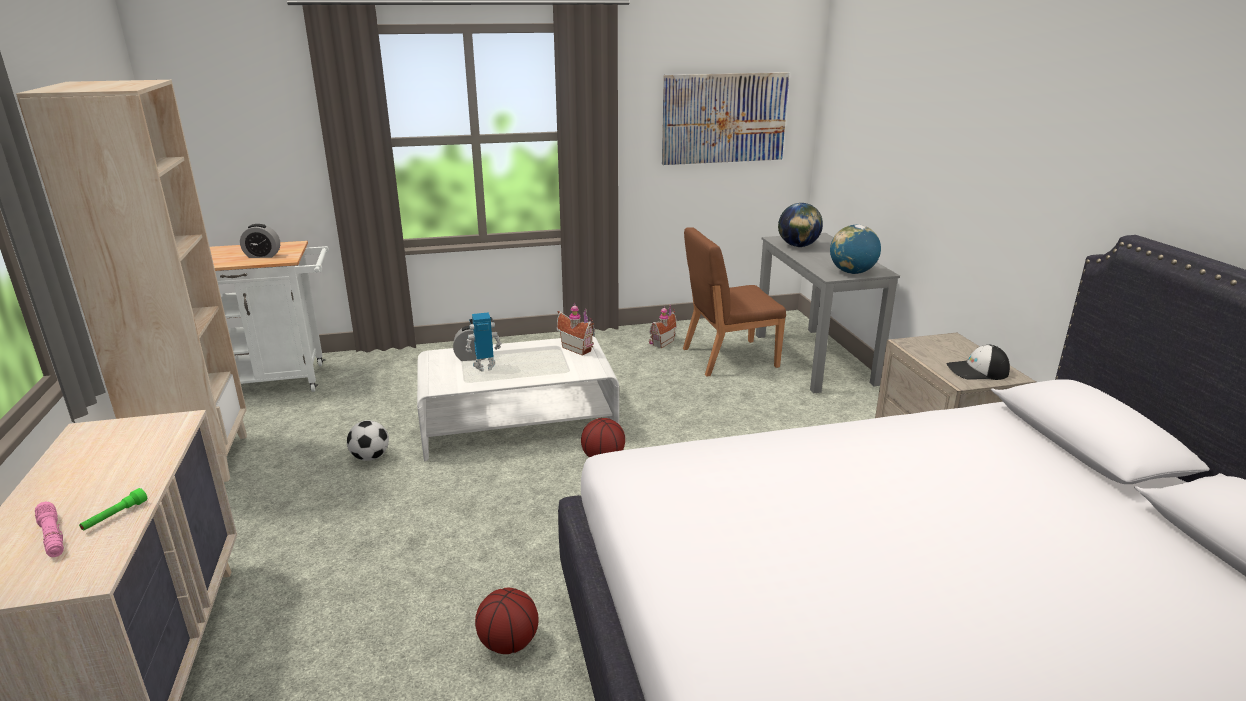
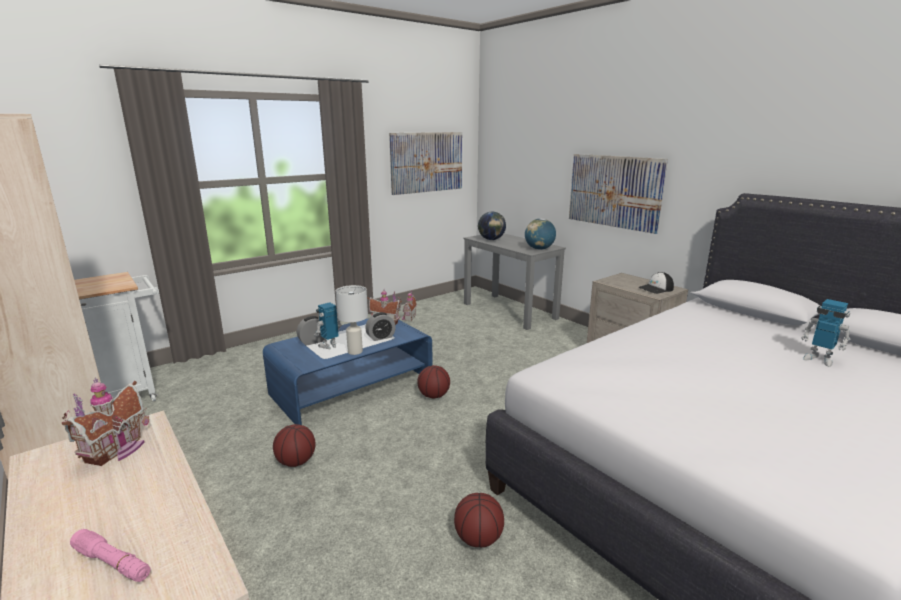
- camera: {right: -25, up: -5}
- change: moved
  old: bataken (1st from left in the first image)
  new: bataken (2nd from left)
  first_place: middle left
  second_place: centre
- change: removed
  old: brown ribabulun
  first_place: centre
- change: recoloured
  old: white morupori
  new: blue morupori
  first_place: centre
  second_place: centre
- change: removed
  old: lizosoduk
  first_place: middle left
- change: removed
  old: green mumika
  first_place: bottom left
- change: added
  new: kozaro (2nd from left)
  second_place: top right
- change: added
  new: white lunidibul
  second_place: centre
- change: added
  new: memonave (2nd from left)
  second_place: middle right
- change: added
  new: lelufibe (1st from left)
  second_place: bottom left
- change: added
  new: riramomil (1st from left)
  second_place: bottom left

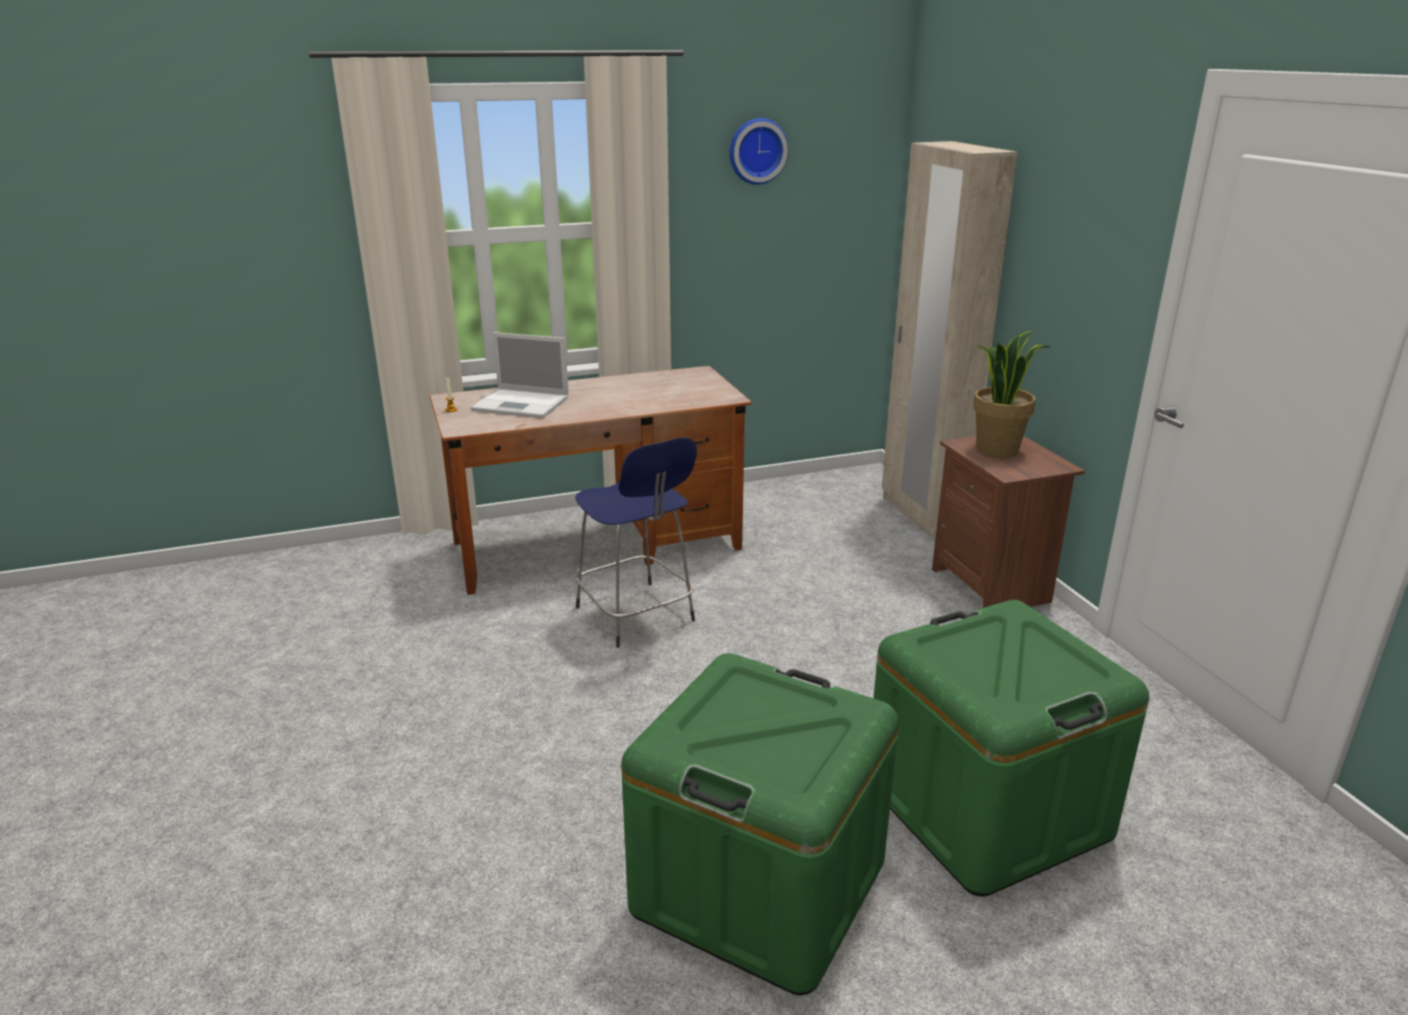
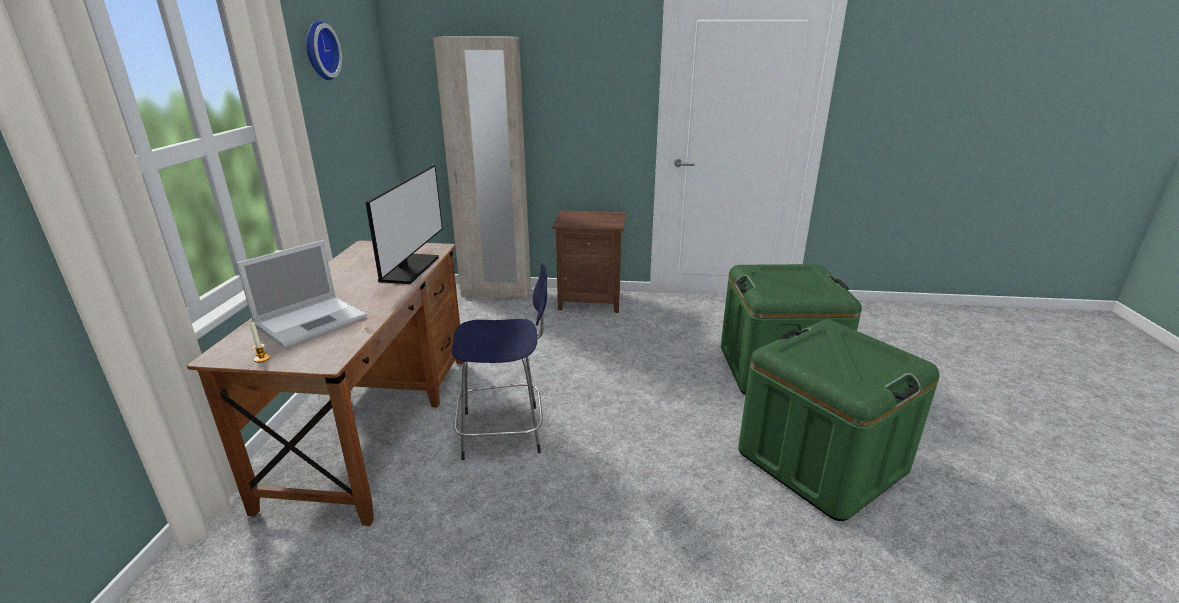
- camera: {right: -65, up: 0}
- change: removed
  old: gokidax
  first_place: middle right
- change: added
  new: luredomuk
  second_place: centre

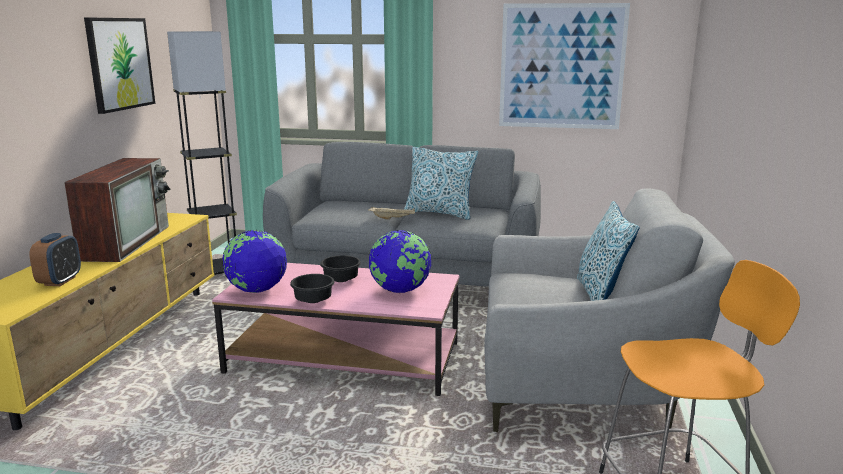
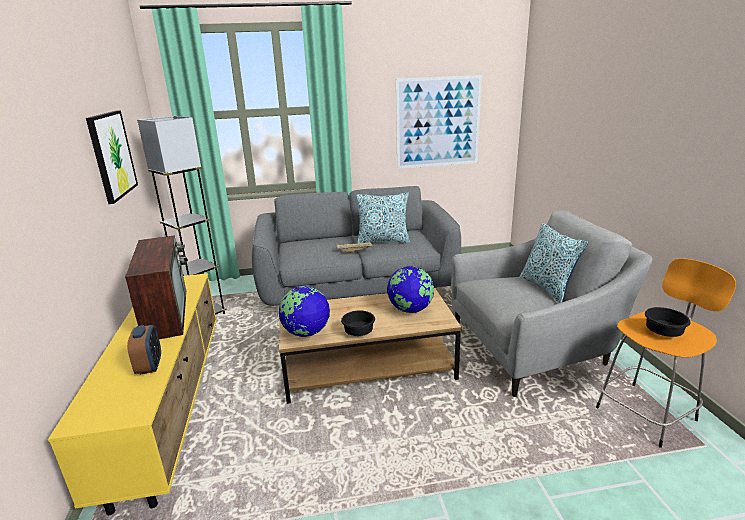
- camera: {right: -20, up: 5}
- change: moved
  old: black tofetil (2nd from left)
  first_place: centre
  second_place: middle right
- change: recoloured
  old: pink morupori
  new: brown morupori
  first_place: bottom centre
  second_place: centre

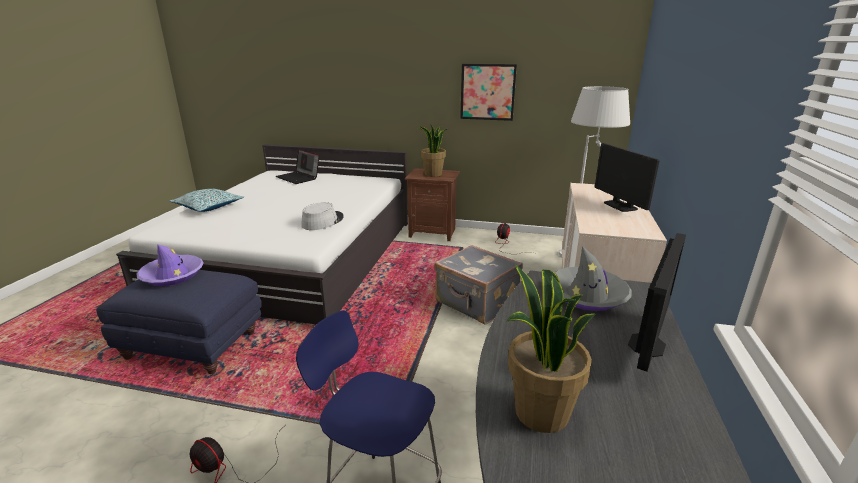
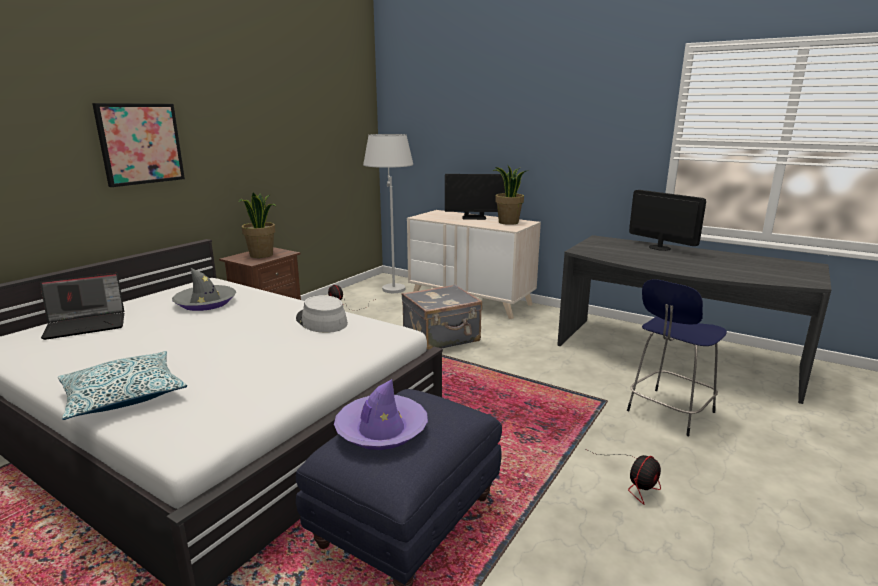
- camera: {right: -70, up: -5}
- change: moved
  old: kozaro
  first_place: top centre
  second_place: top left
- change: moved
  old: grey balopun (2nd from left in the first image)
  new: grey balopun (1st from left)
  first_place: middle right
  second_place: middle left
- change: moved
  old: gokidax (2nd from left)
  first_place: bottom centre
  second_place: top centre

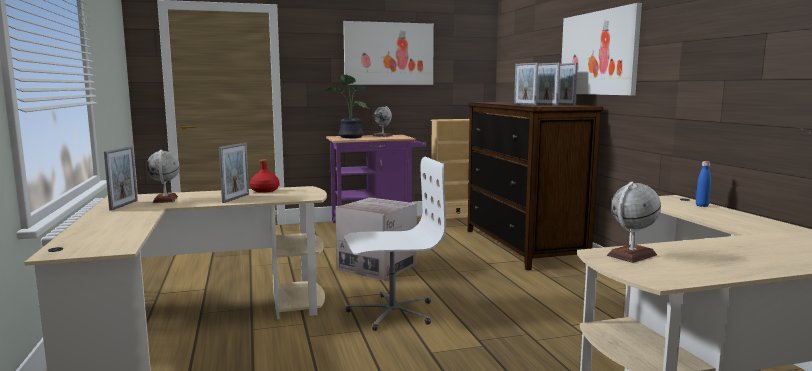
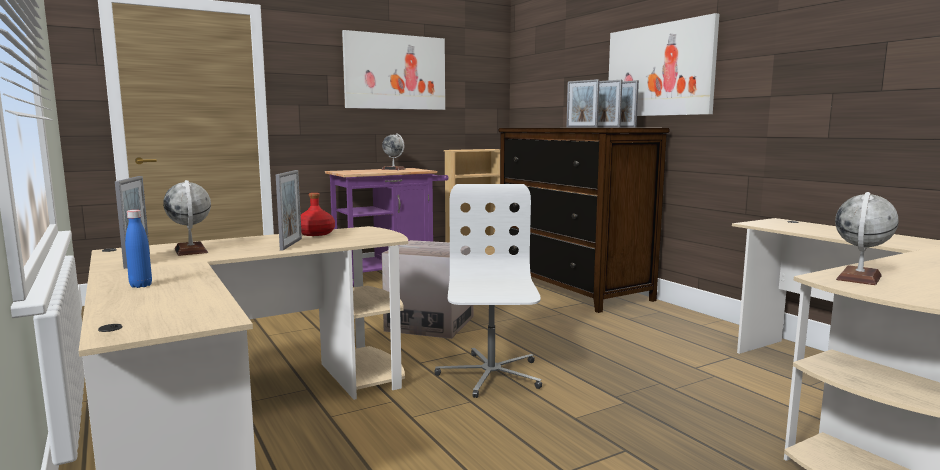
- camera: {right: -15, up: 0}
- change: removed
  old: gokidax
  first_place: top centre
- change: turned
  old: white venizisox
  first_place: centre
  second_place: centre
  degrees: -60
- change: moved
  old: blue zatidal
  first_place: middle right
  second_place: middle left

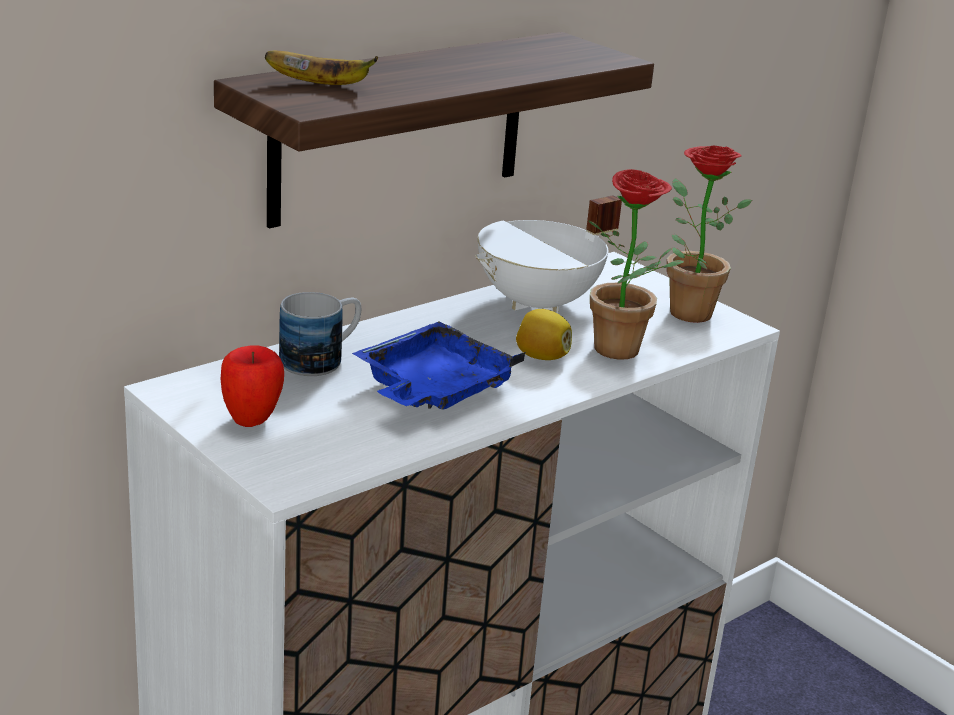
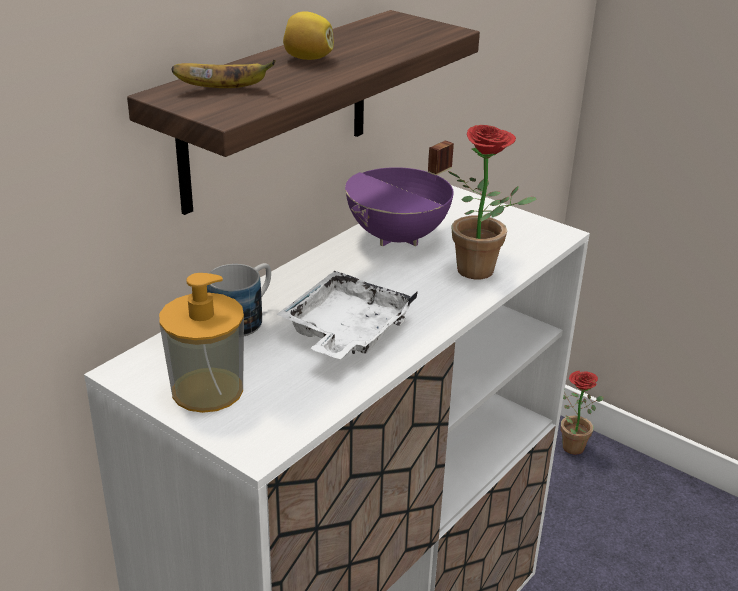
- camera: {right: -10, up: 5}
- change: moved
  old: gokidax (2nd from left)
  first_place: top right
  second_place: bottom right
- change: recoloured
  old: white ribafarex
  new: purple ribafarex
  first_place: centre
  second_place: top centre
- change: moved
  old: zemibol
  first_place: centre
  second_place: top centre
- change: recoloured
  old: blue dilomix
  new: white dilomix
  first_place: centre
  second_place: centre
- change: replaced
  old: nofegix
  new: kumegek
  first_place: middle left
  second_place: middle left

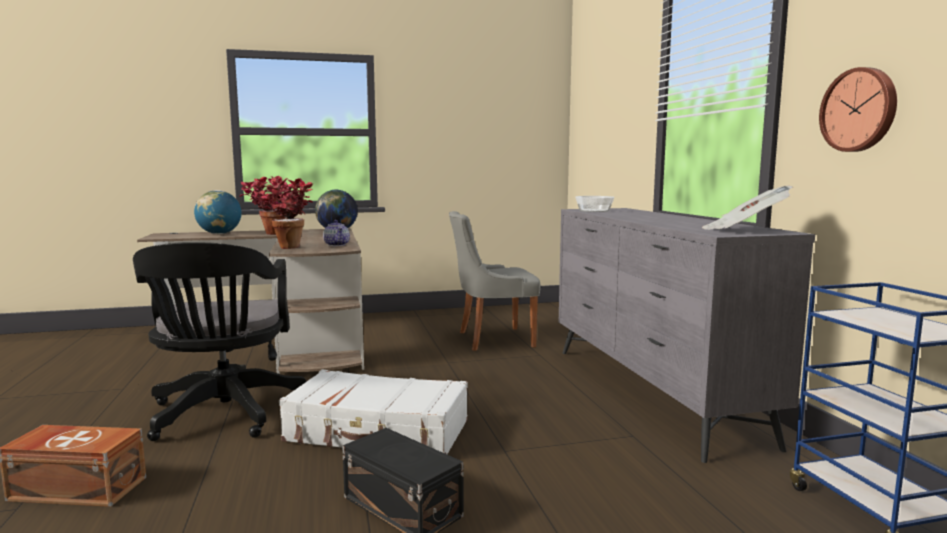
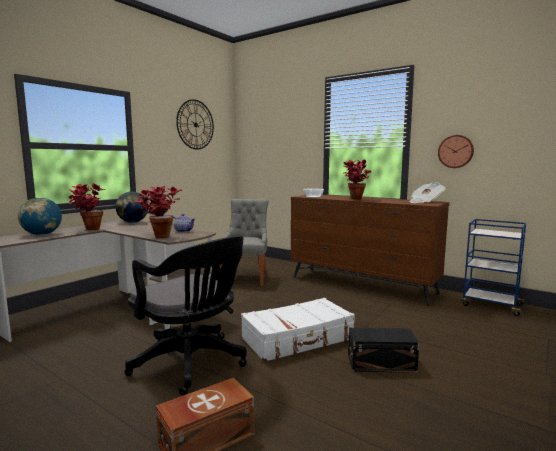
- camera: {right: -40, up: 0}
- change: recoloured
  old: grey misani
  new: brown misani
  first_place: middle right
  second_place: centre
- change: turned
  old: grey ribabulun
  first_place: centre
  second_place: centre
  degrees: 150
- change: added
  new: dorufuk (1st from left)
  second_place: top centre
- change: added
  new: gokidax (3rd from left)
  second_place: centre

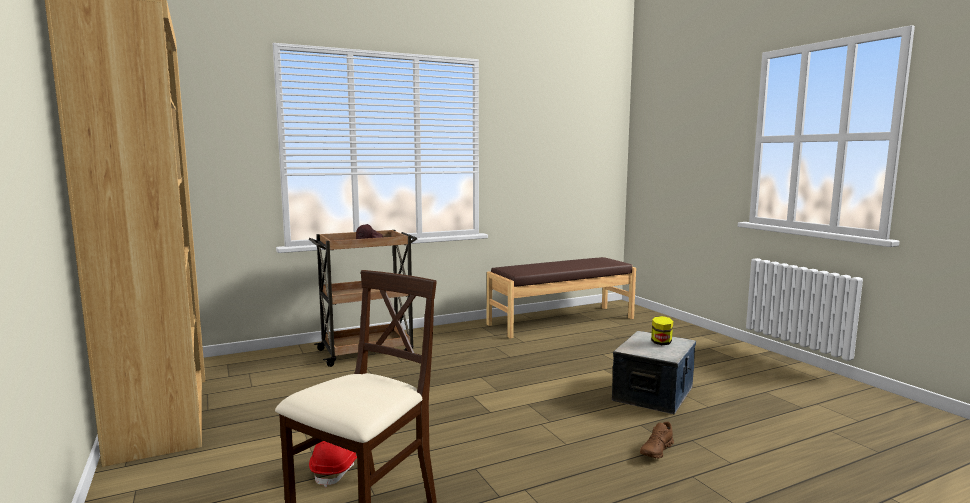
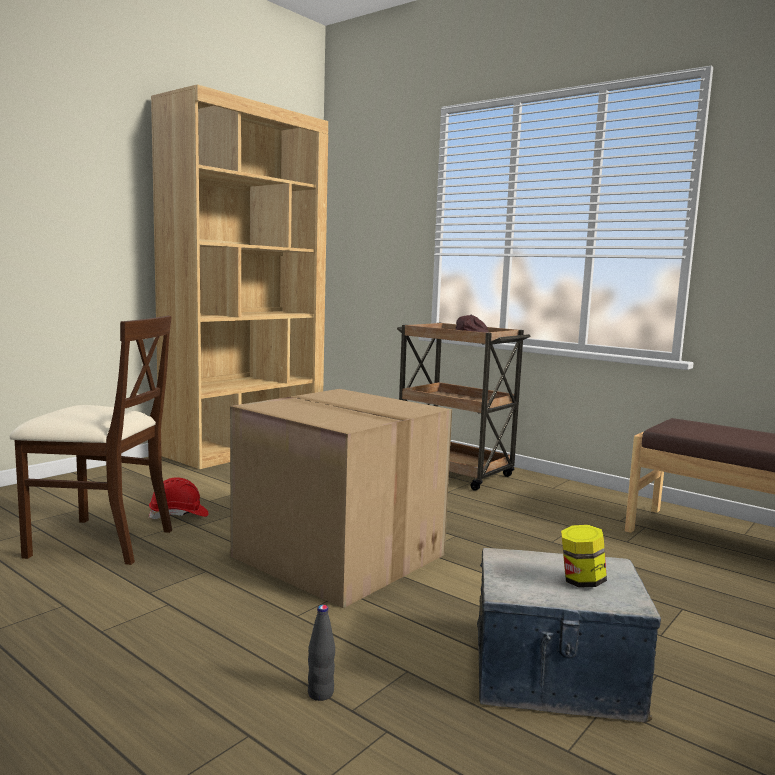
- camera: {right: 65, up: 0}
- change: replaced
  old: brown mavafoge
  new: black zatidal
  first_place: bottom right
  second_place: bottom centre
- change: added
  new: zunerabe
  second_place: centre

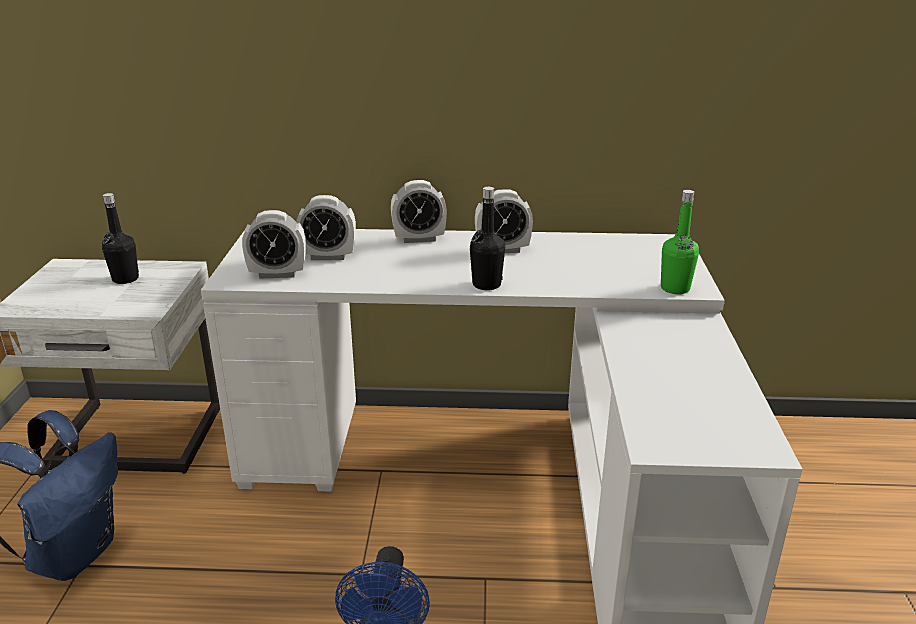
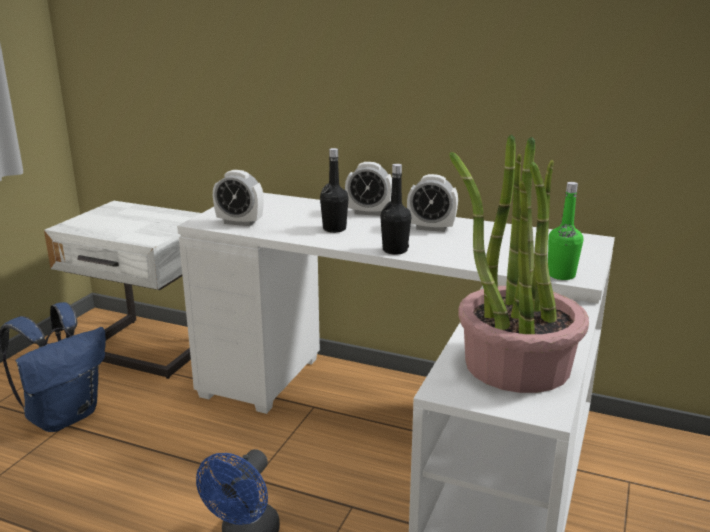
- camera: {right: 20, up: -5}
- change: moved
  old: black zatidal (1st from left)
  first_place: middle left
  second_place: centre
- change: removed
  old: bataken (2nd from left)
  first_place: centre
- change: added
  new: gokidax
  second_place: middle right

